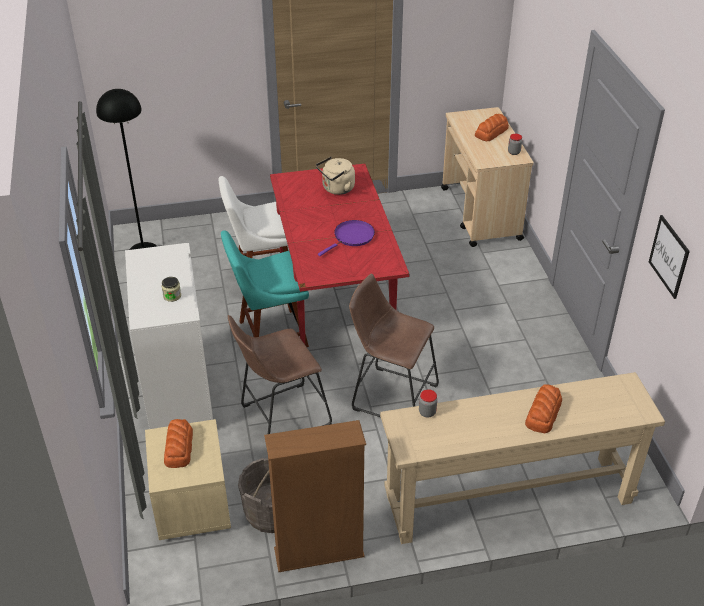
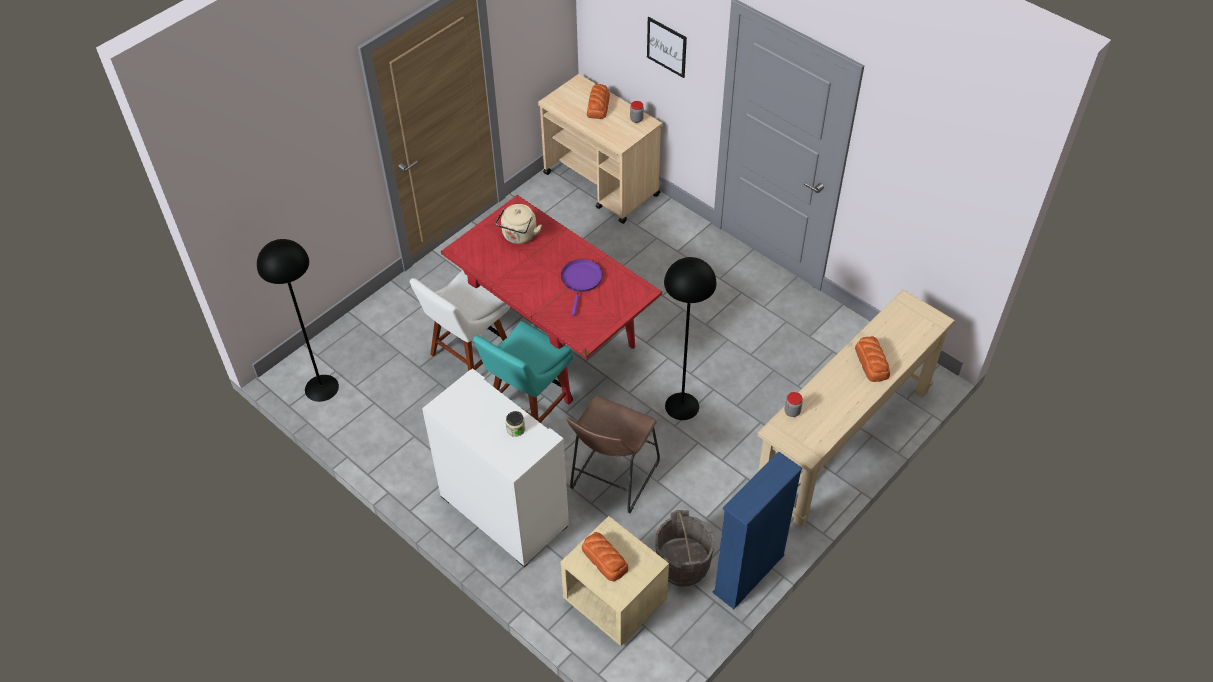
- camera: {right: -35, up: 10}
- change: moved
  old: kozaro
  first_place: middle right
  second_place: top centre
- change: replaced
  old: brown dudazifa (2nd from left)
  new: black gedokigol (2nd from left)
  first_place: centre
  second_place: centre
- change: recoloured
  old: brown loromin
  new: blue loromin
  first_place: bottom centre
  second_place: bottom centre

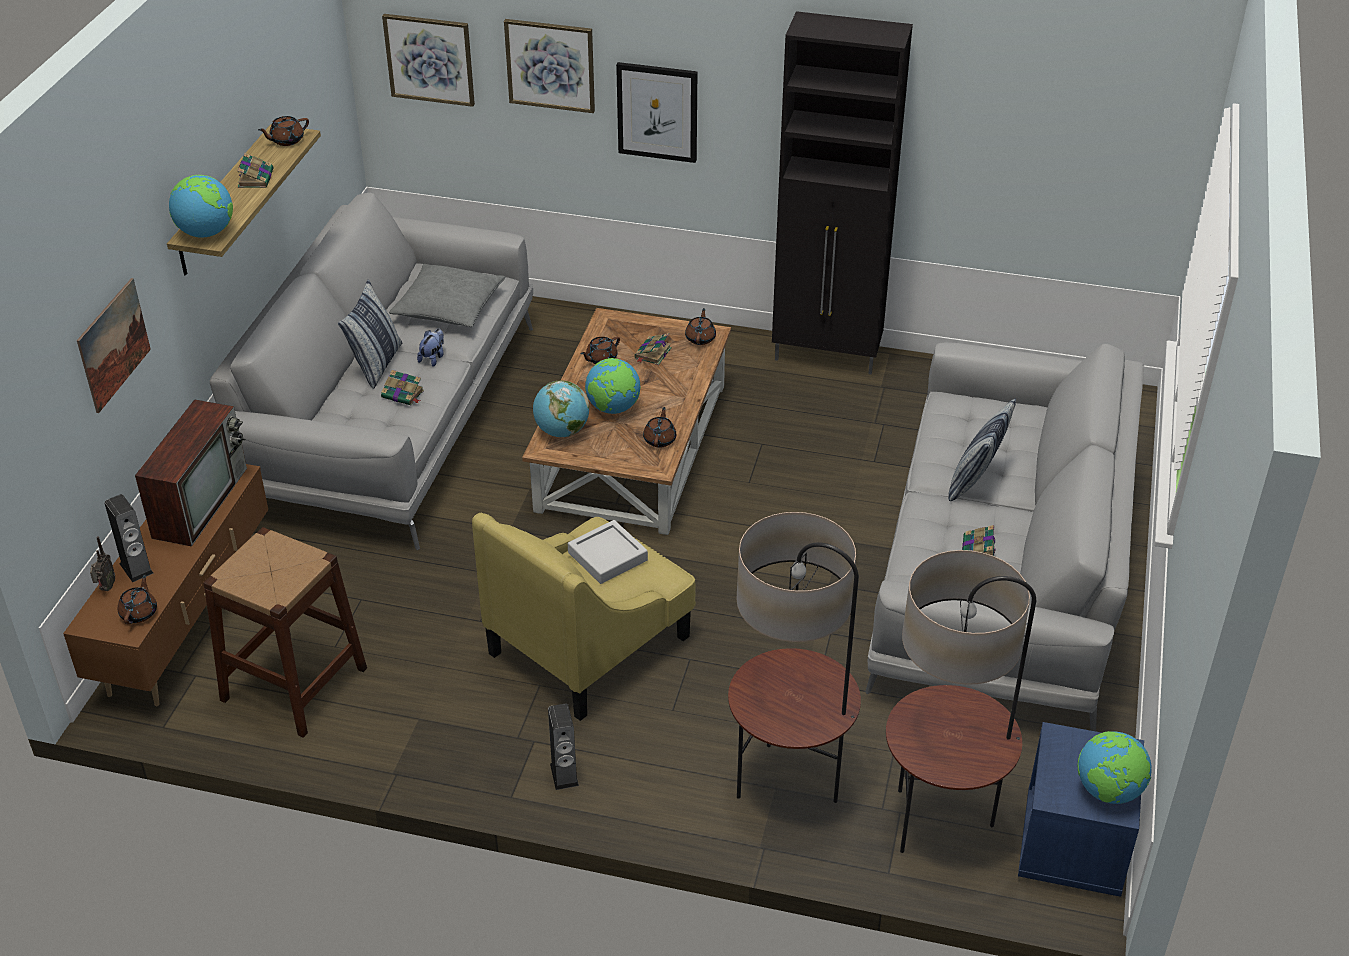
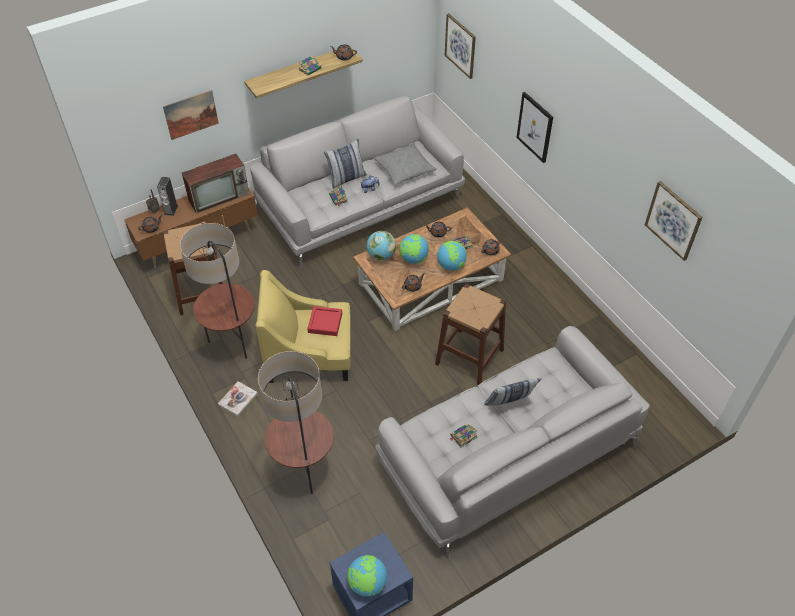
- camera: {right: 45, up: 10}
- change: removed
  old: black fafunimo
  first_place: top centre
- change: moved
  old: kozaro (3rd from left in the first image)
  new: kozaro (4th from left)
  first_place: top centre
  second_place: middle right
- change: moved
  old: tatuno (1st from left in the first image)
  new: tatuno (4th from left)
  first_place: top left
  second_place: centre
- change: recoloured
  old: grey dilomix
  new: red dilomix
  first_place: centre
  second_place: centre
- change: moved
  old: gedokigol (2nd from left in the first image)
  new: gedokigol (1st from left)
  first_place: bottom right
  second_place: middle left
- change: replaced
  old: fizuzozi (2nd from left)
  new: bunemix (1st from left)
  first_place: bottom centre
  second_place: middle left
- change: added
  new: brown dudazifa (2nd from left)
  second_place: centre

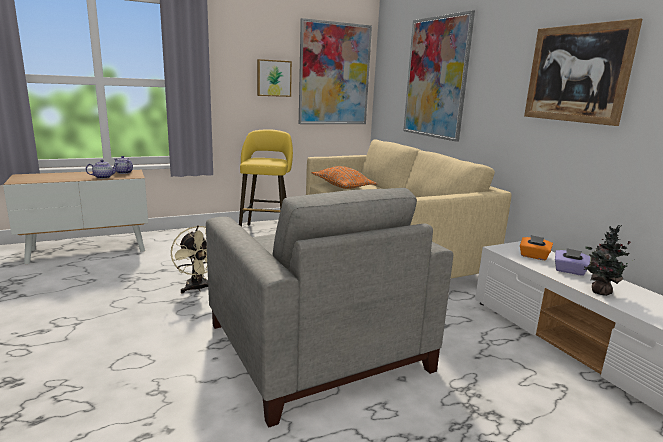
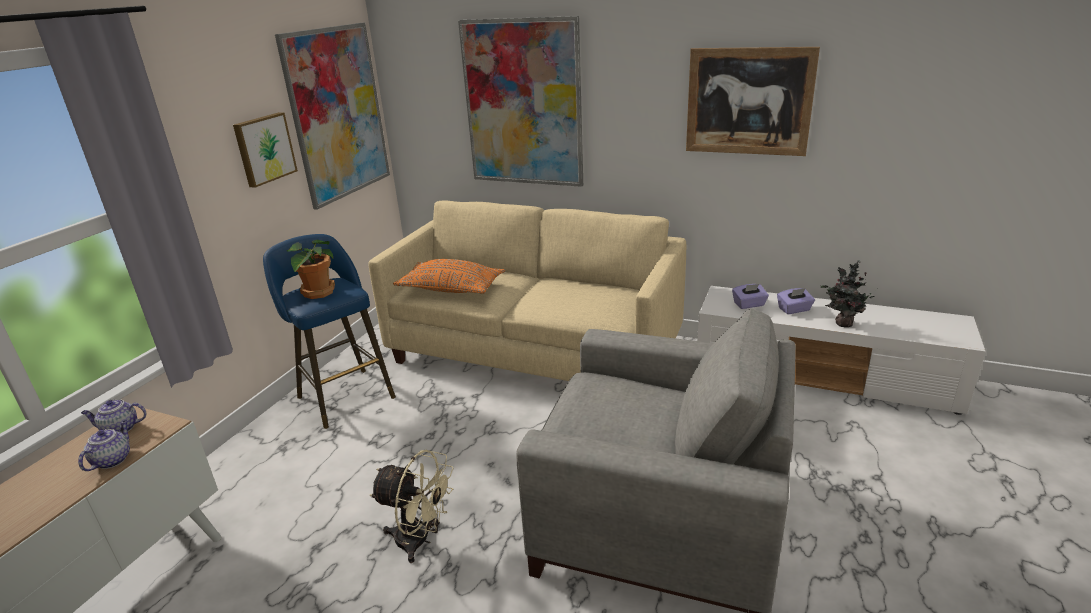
- camera: {right: -40, up: 10}
- change: recoloured
  old: yellow dudazifa
  new: blue dudazifa
  first_place: centre
  second_place: middle left
- change: recoloured
  old: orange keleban
  new: purple keleban (1st from left)
  first_place: middle right
  second_place: middle right
- change: added
  new: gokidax (1st from left)
  second_place: middle left

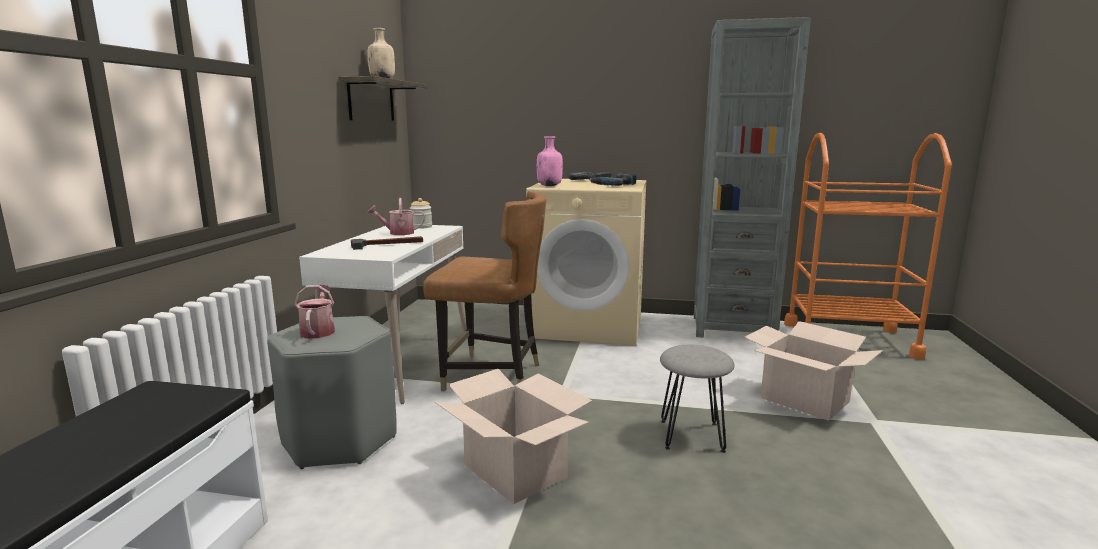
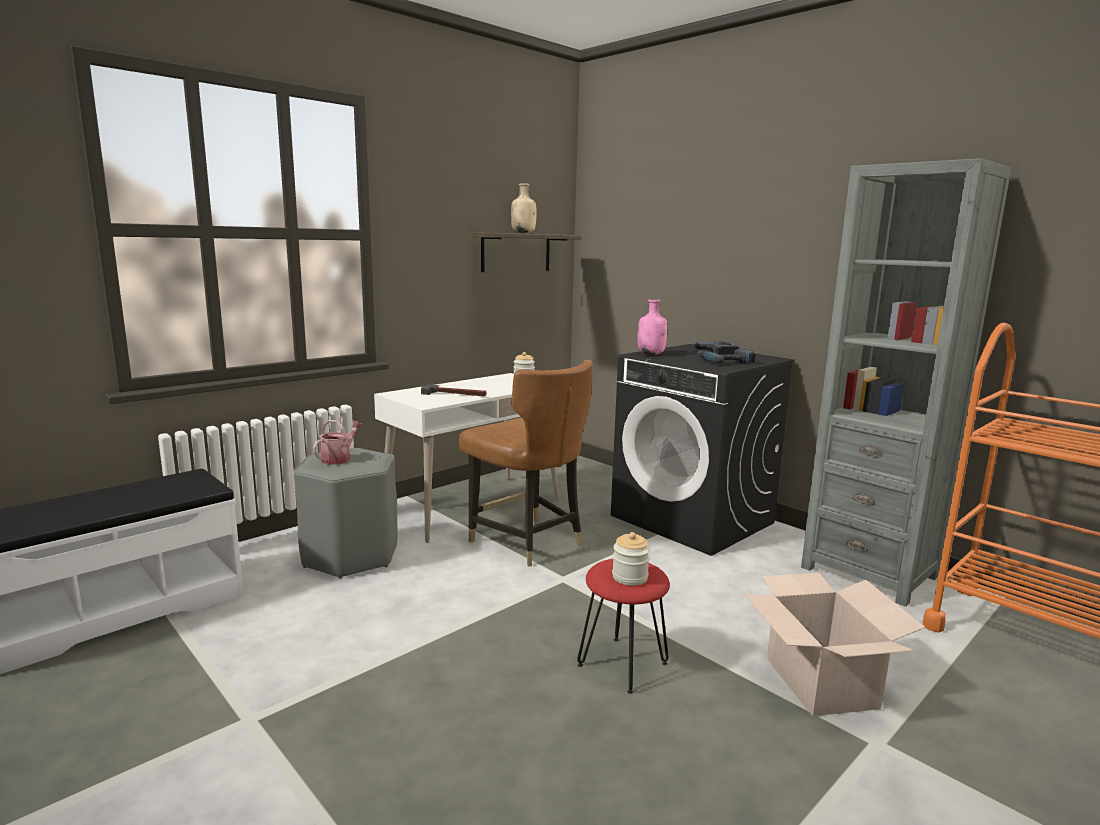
- camera: {right: 35, up: 0}
- change: recoloured
  old: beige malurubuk
  new: black malurubuk
  first_place: centre
  second_place: centre
- change: removed
  old: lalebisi (2nd from left)
  first_place: centre
- change: recoloured
  old: grey dudazifa (2nd from left)
  new: red dudazifa
  first_place: bottom centre
  second_place: bottom centre
- change: removed
  old: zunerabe (1st from left)
  first_place: bottom centre
- change: added
  new: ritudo (2nd from left)
  second_place: bottom centre

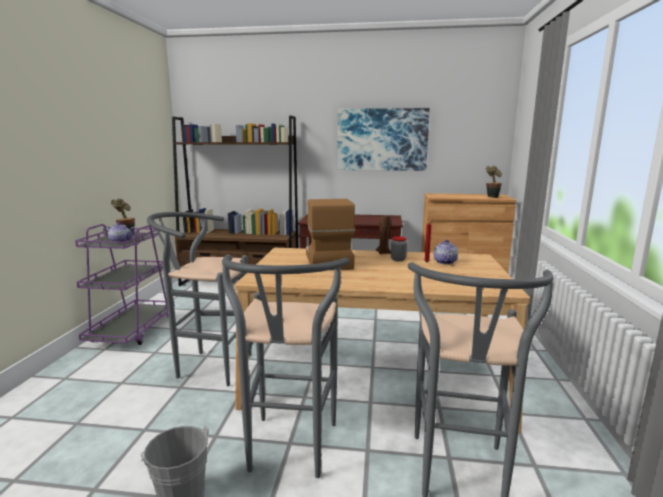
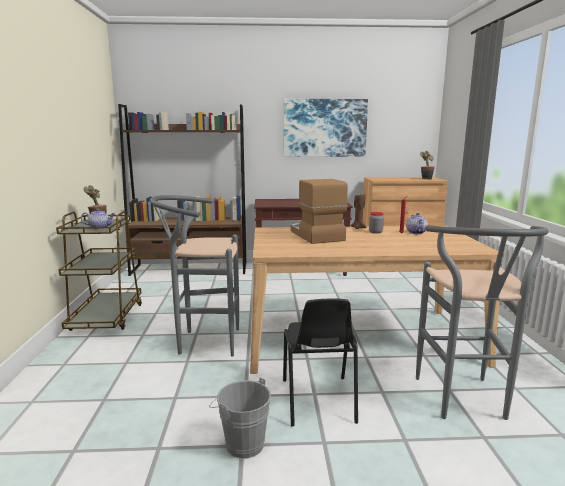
- camera: {right: -10, up: 0}
- change: recoloured
  old: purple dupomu
  new: brown dupomu
  first_place: middle left
  second_place: middle left
- change: replaced
  old: grey dudazifa (2nd from left)
  new: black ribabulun
  first_place: bottom centre
  second_place: bottom centre

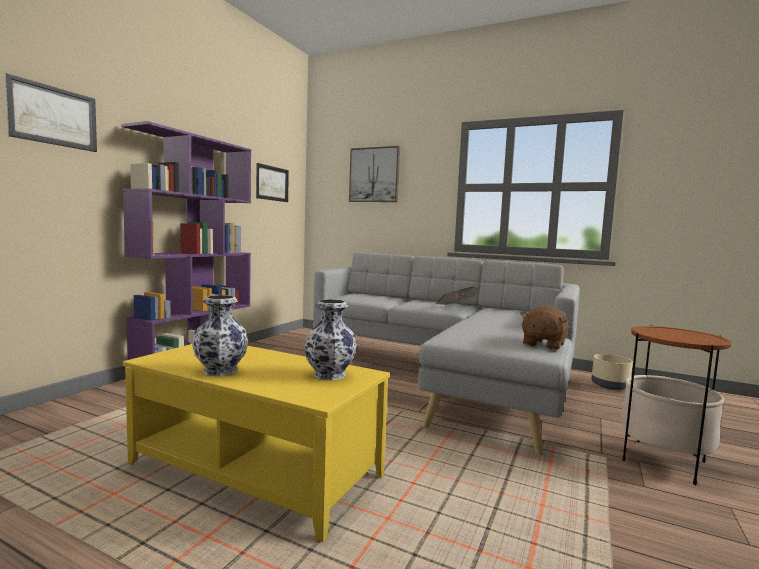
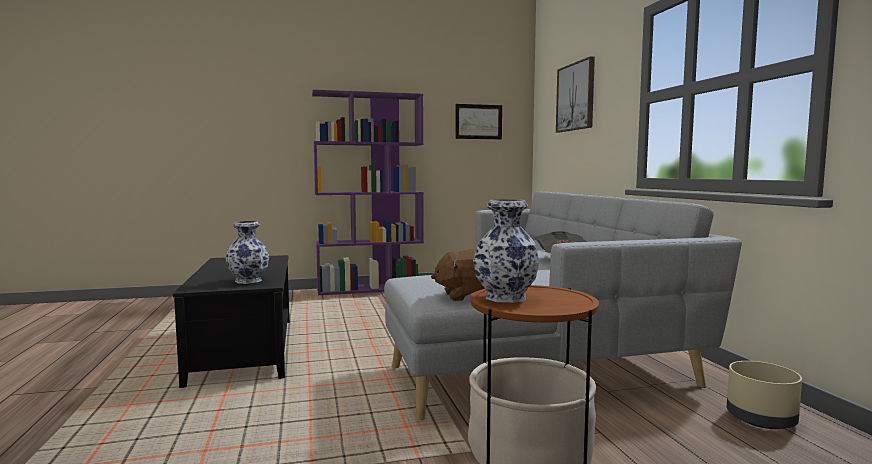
- camera: {right: 50, up: 0}
- change: removed
  old: kozaro (1st from left)
  first_place: top left
- change: moved
  old: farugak (1st from left in the first image)
  new: farugak (2nd from left)
  first_place: middle left
  second_place: centre
- change: recoloured
  old: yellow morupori
  new: black morupori
  first_place: bottom centre
  second_place: bottom left

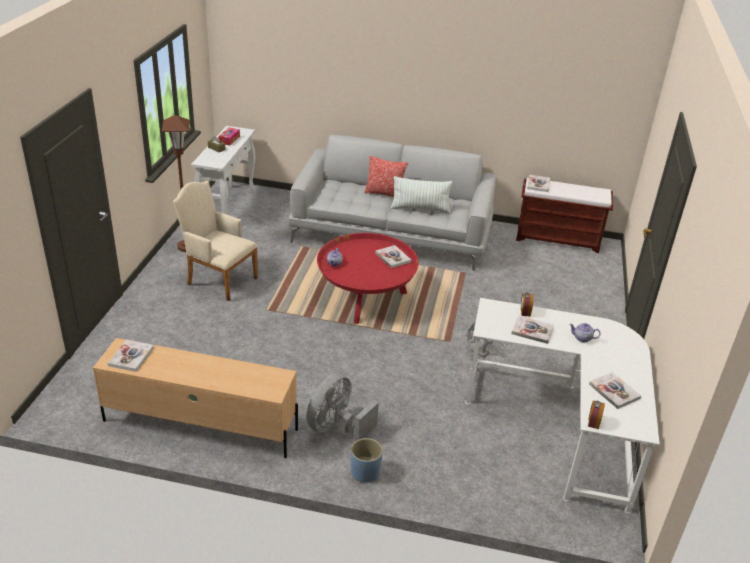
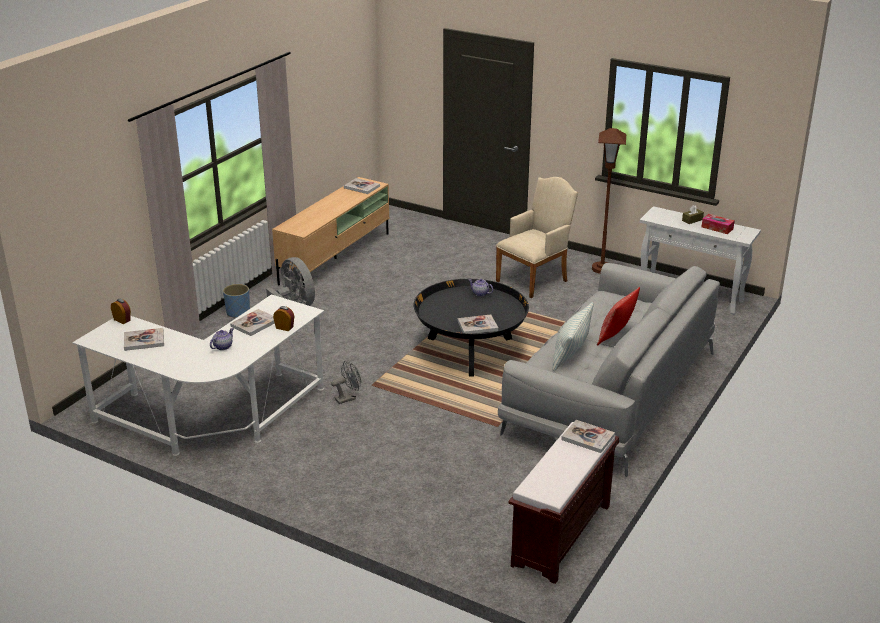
- camera: {right: 110, up: -5}
- change: recoloured
  old: red morupori
  new: black morupori
  first_place: centre
  second_place: centre

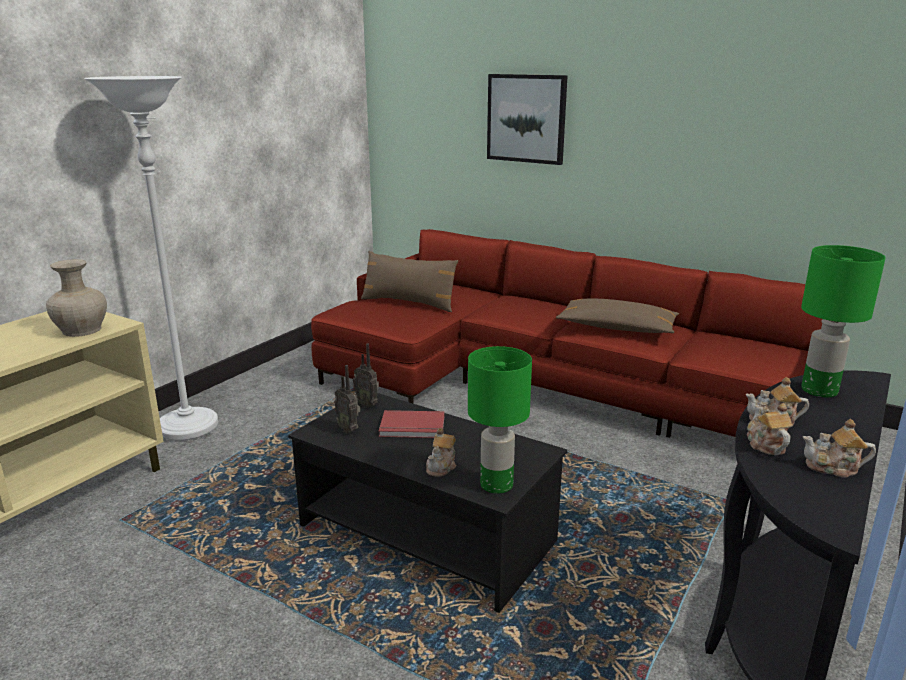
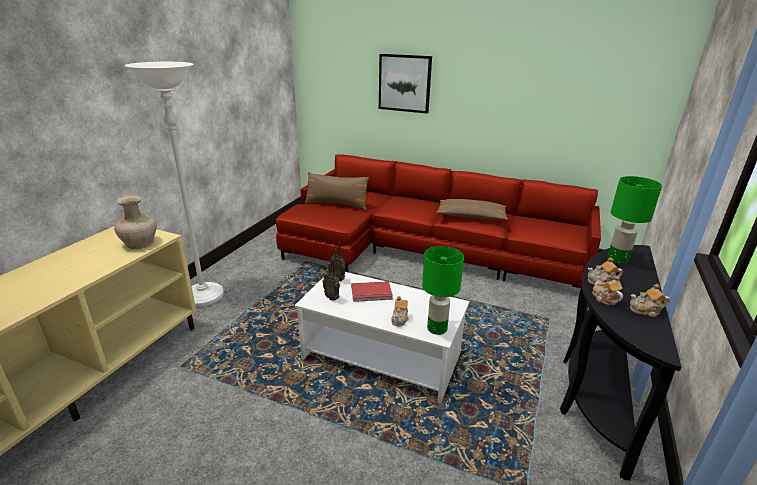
- camera: {right: -10, up: 5}
- change: recoloured
  old: black morupori
  new: white morupori
  first_place: bottom centre
  second_place: bottom centre

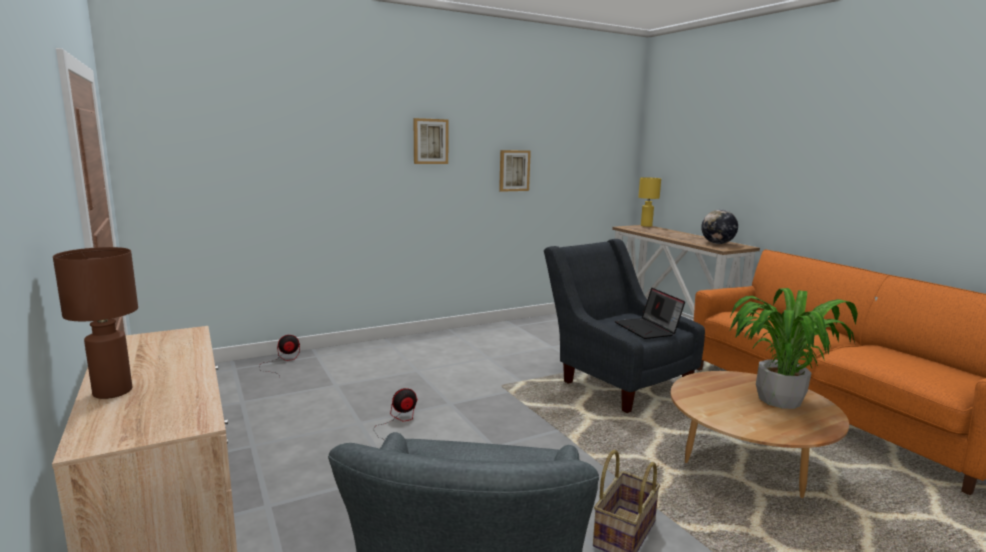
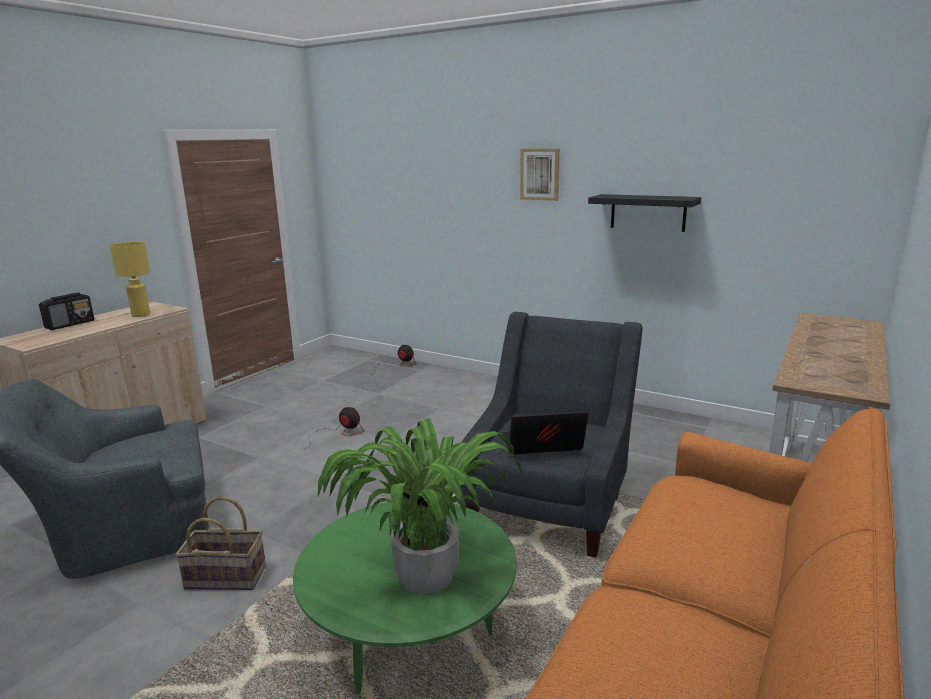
- camera: {right: 60, up: 5}
- change: replaced
  old: kozaro (2nd from left)
  new: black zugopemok
  first_place: top centre
  second_place: top right
- change: moved
  old: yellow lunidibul
  first_place: centre
  second_place: middle left
- change: removed
  old: tatuno
  first_place: middle right
- change: replaced
  old: brown lunidibul
  new: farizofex
  first_place: middle left
  second_place: middle left
- change: turned
  old: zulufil
  first_place: centre
  second_place: centre
  degrees: 45
- change: recoloured
  old: brown morupori
  new: green morupori
  first_place: bottom right
  second_place: bottom centre

